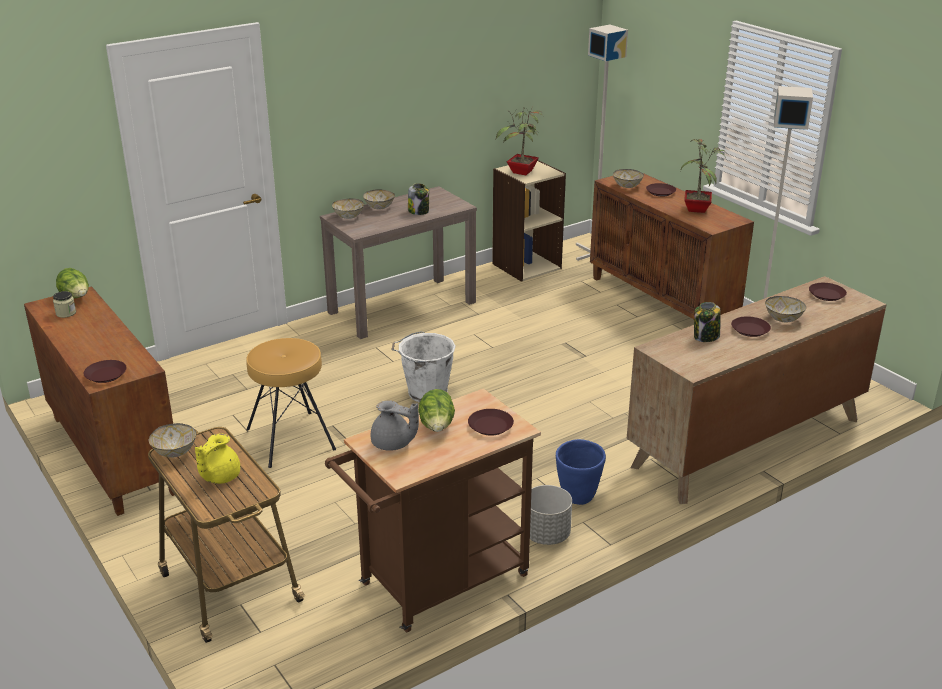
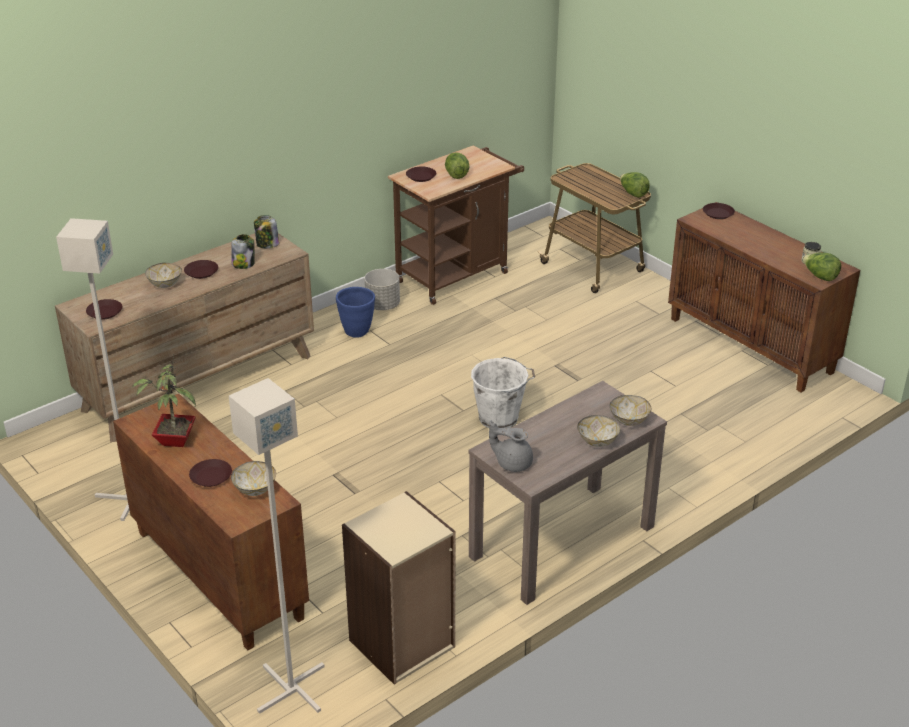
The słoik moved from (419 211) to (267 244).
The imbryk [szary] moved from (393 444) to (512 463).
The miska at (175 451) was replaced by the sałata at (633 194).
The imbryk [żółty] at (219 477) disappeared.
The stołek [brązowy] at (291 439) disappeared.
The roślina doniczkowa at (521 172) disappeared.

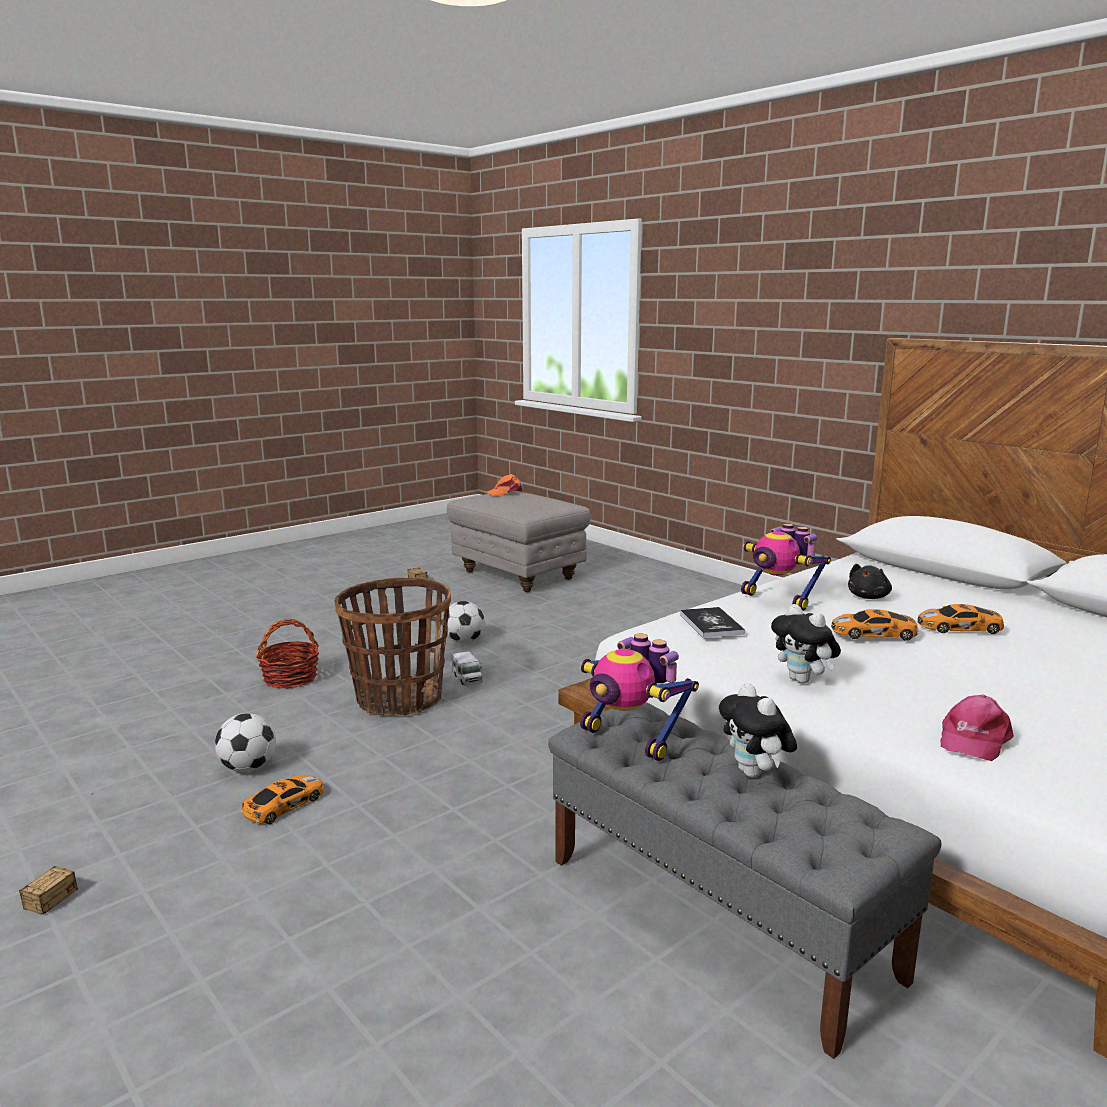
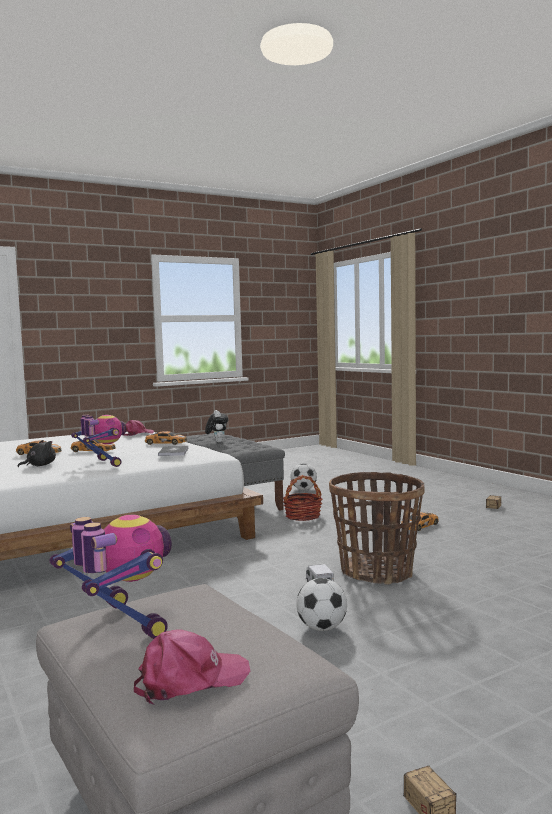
The robot zabawkowy moved from (631 739) to (120 624).
The czapka z daszkiem [pomarańczowy] at (505 492) became the czapka z daszkiem [różowy] at (190 680).
The pluszak at (803 680) was replaced by the samochodzik at (165 443).
The koszyk moved from (290 678) to (302 516).
The piłka futbolowa moved from (248 768) to (304 489).

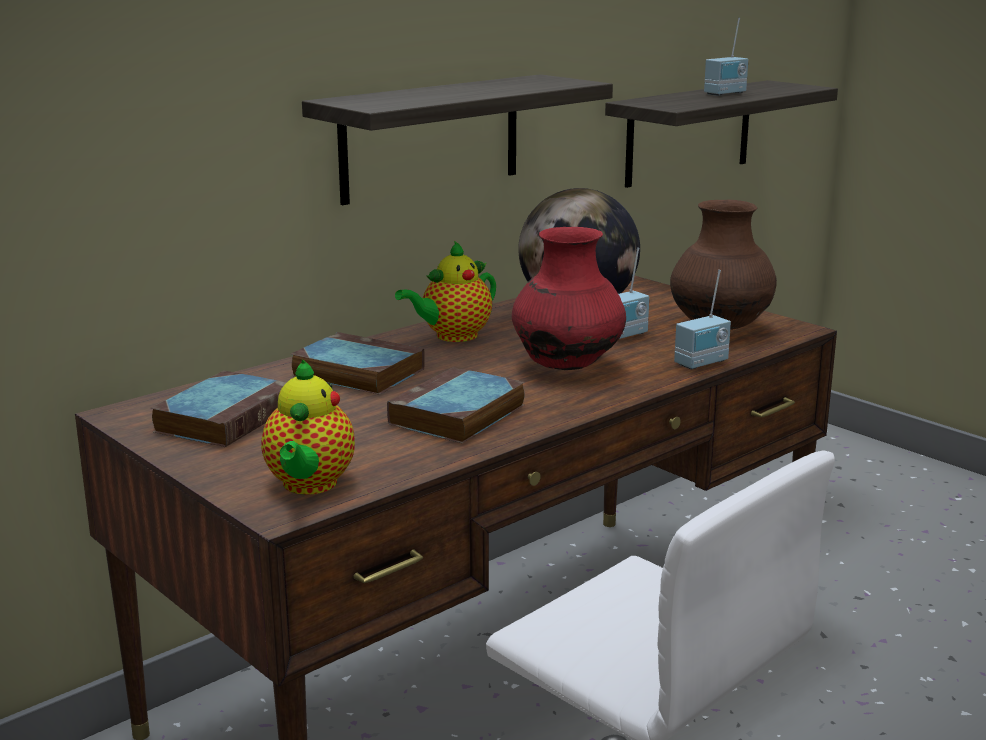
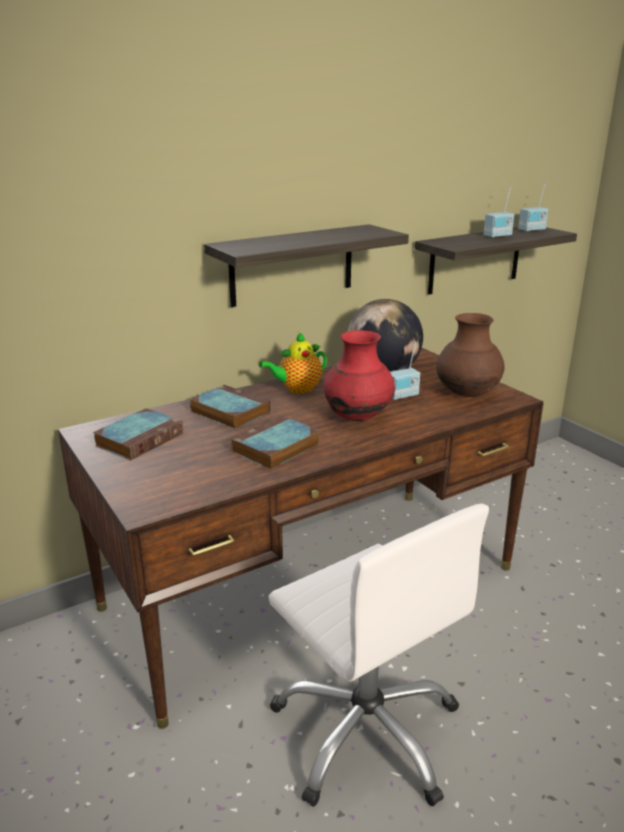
The radio moved from (702 363) to (532 230).
The imbryk at (309 485) disappeared.

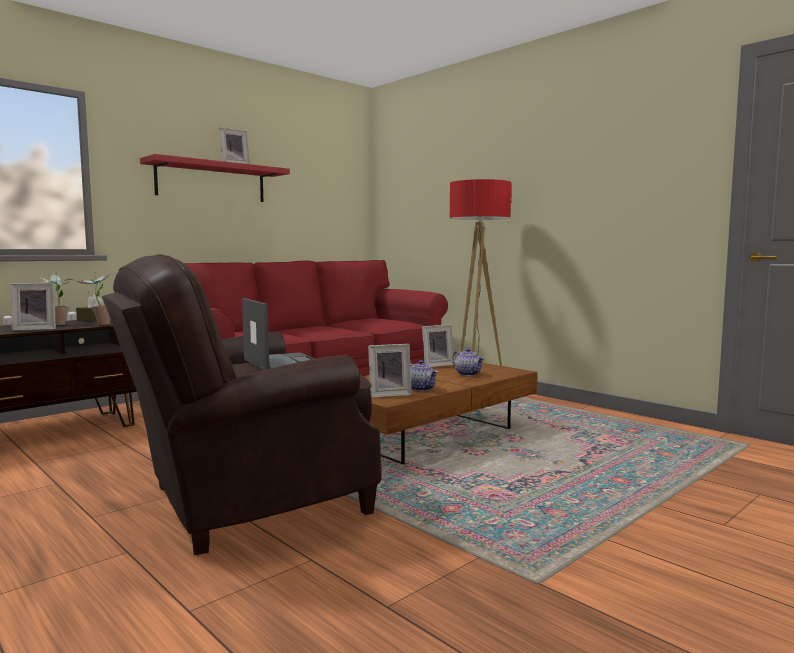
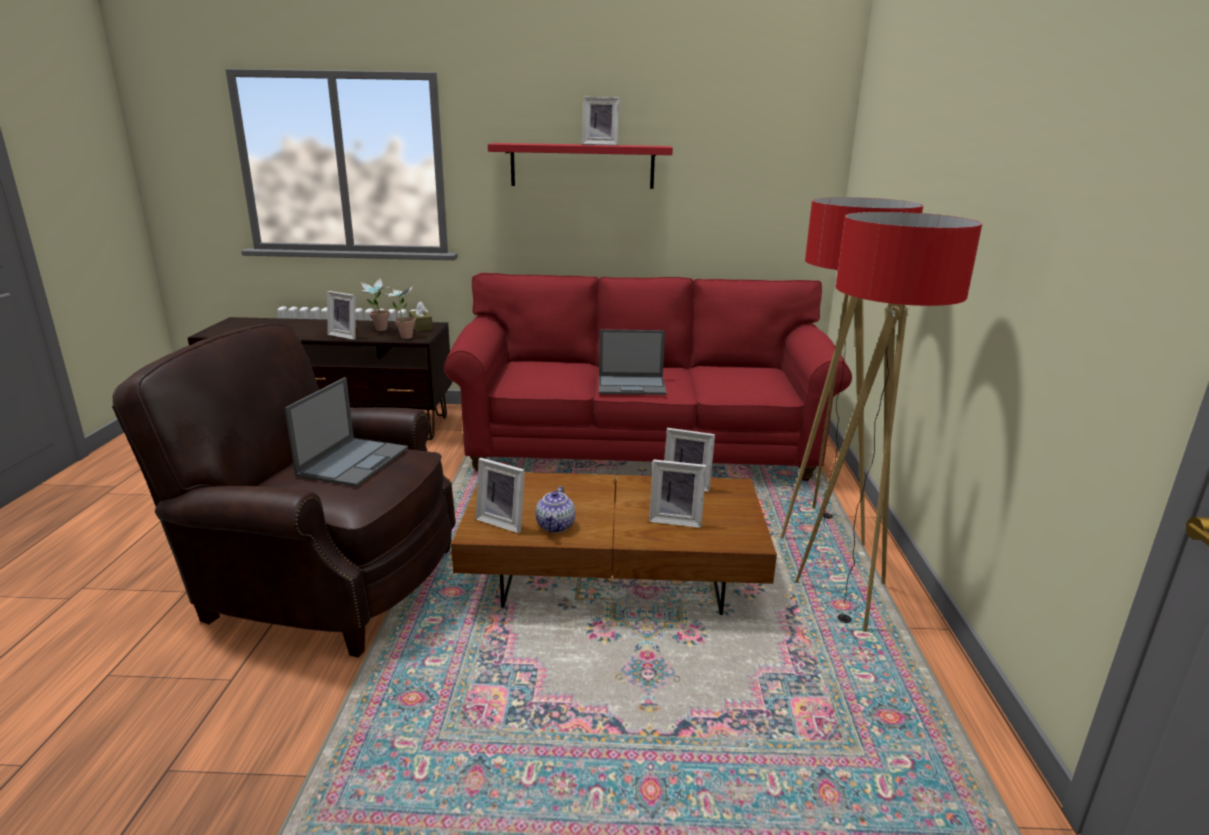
The laptop at (632 385) appeared.
The imbryk at (468 374) was replaced by the ramka na zdjęcie at (676 519).
The lampa stojąca at (847 599) appeared.

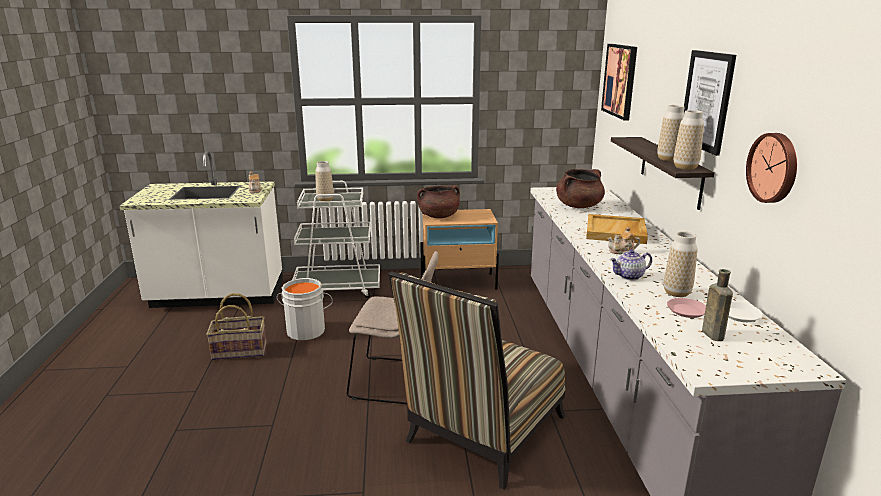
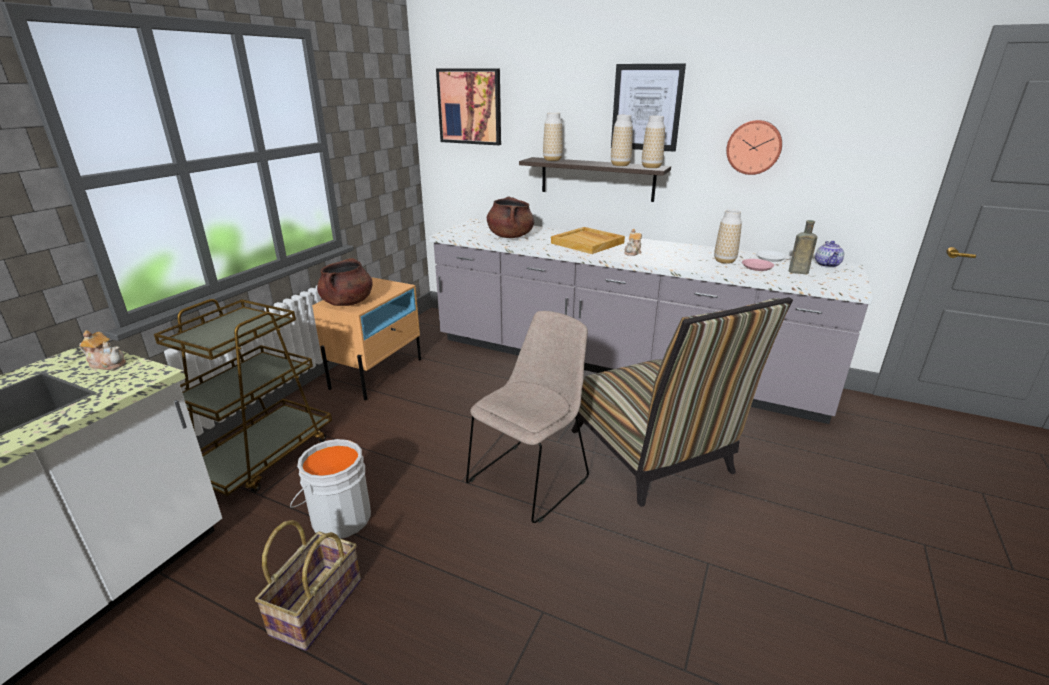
The wózek [biały] at (338 288) became the wózek [brązowy] at (263 457).
The wazon moved from (325 200) to (552 160).
The imbryk moved from (629 276) to (827 265).

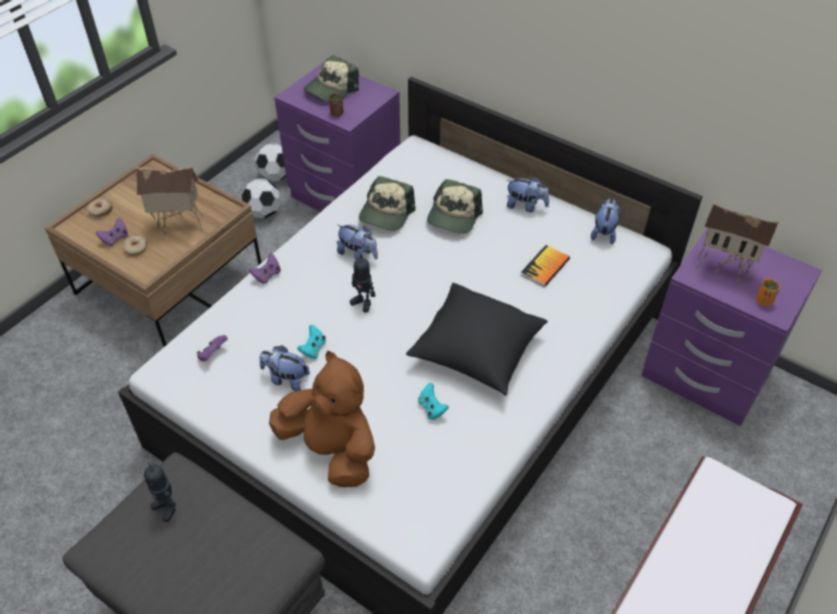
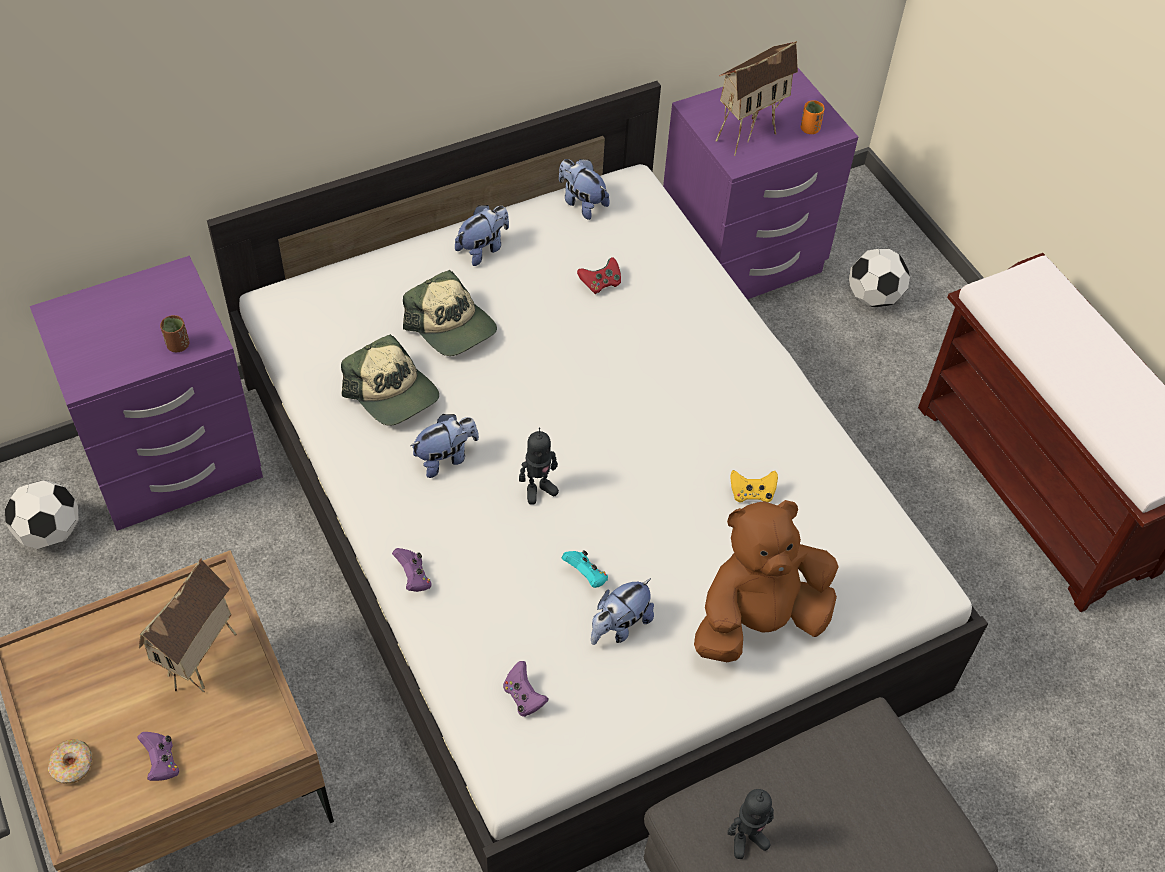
The książka at (545 267) was replaced by the pad do gier [czerwony] at (600 283).
The pad do gier [turkusowy] at (431 408) became the pad do gier [żółty] at (752 494).
The piłka futbolowa moved from (263 213) to (873 297).
The donut at (136 248) disappeared.
The czapka z daszkiem at (331 89) disappeared.
The poduszka [czarny] at (476 351) disappeared.

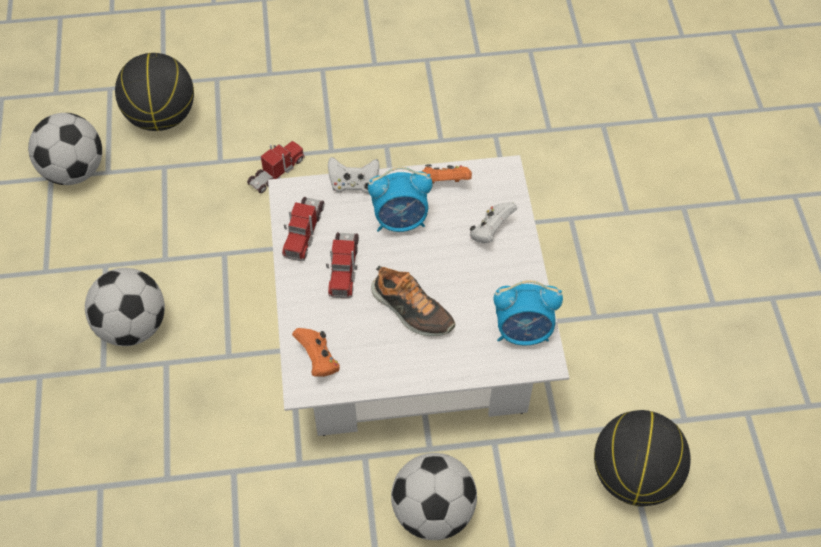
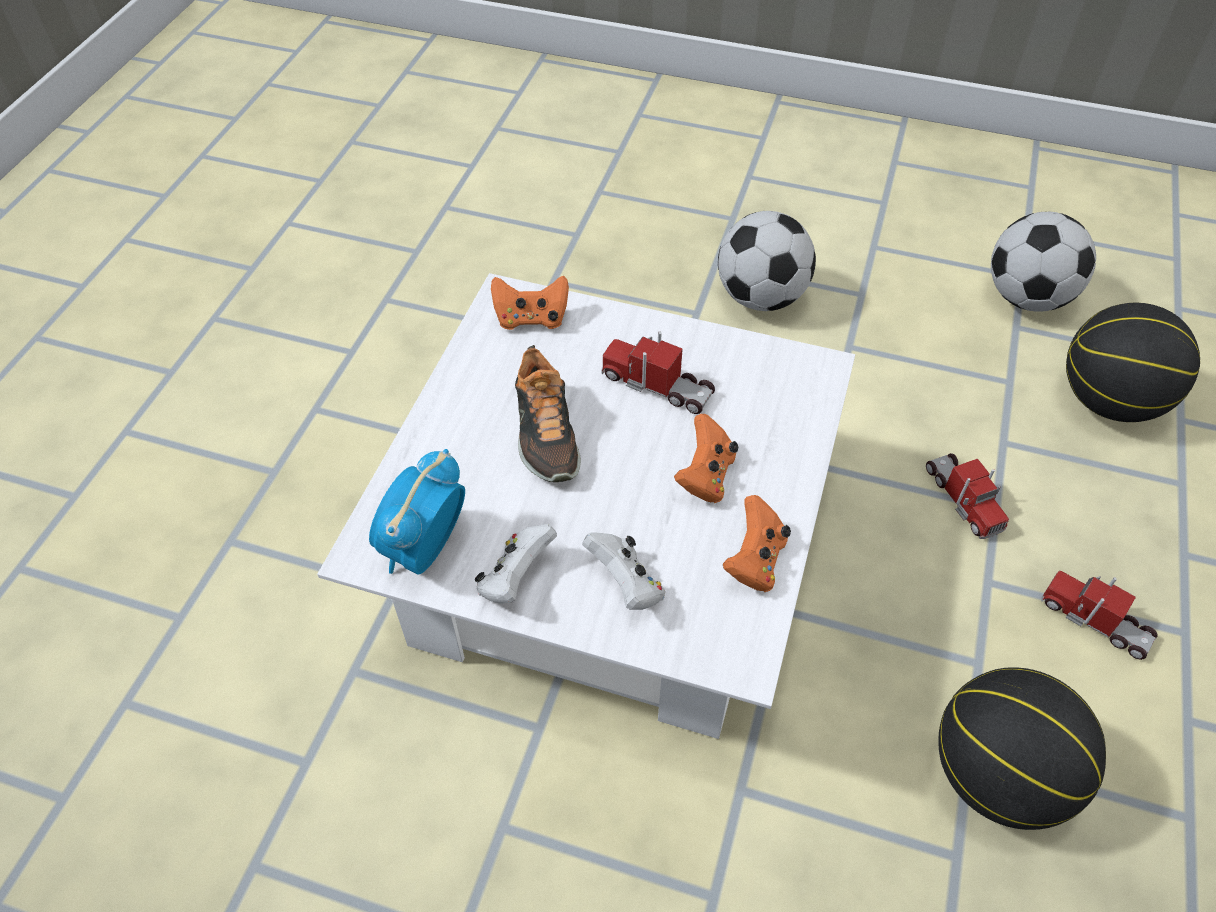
The pad do gier [biały] moved from (354 184) to (515 578).
The but at (411 310) turned 75 degrees counterclockwise.
The budzik at (401 221) was replaced by the pad do gier [pomarańczowy] at (705 476).
The piłka do koszykówki moved from (634 476) to (997 776).
The ciężarówka zabawkowa moved from (304 231) to (1095 621).
The piłka futbolowa at (432 512) disappeared.

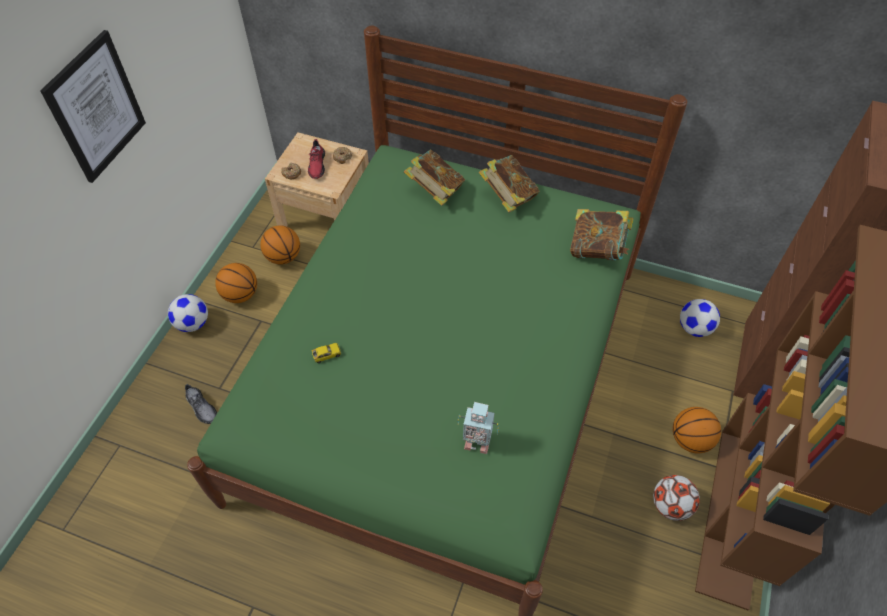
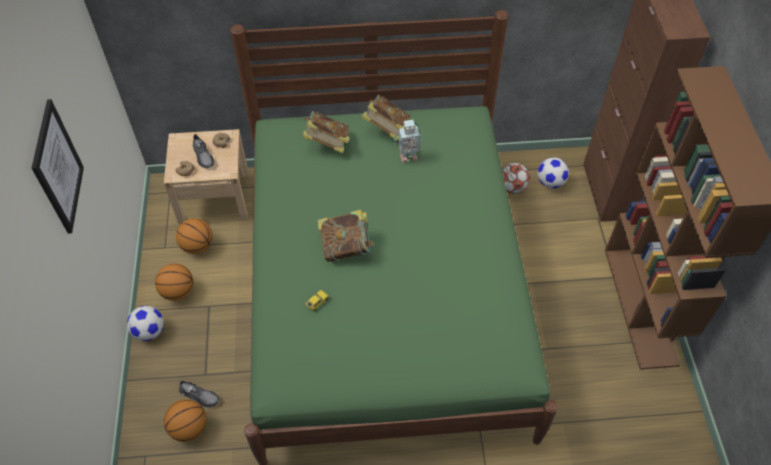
The piłka do koszykówki moved from (690 440) to (189 428).
The but [czerwony] at (317 165) became the but [szary] at (203 156).
The książka moved from (597 249) to (346 247).
The robot zabawkowy moved from (476 442) to (408 156).
The piłka futbolowa moved from (670 505) to (512 188).

